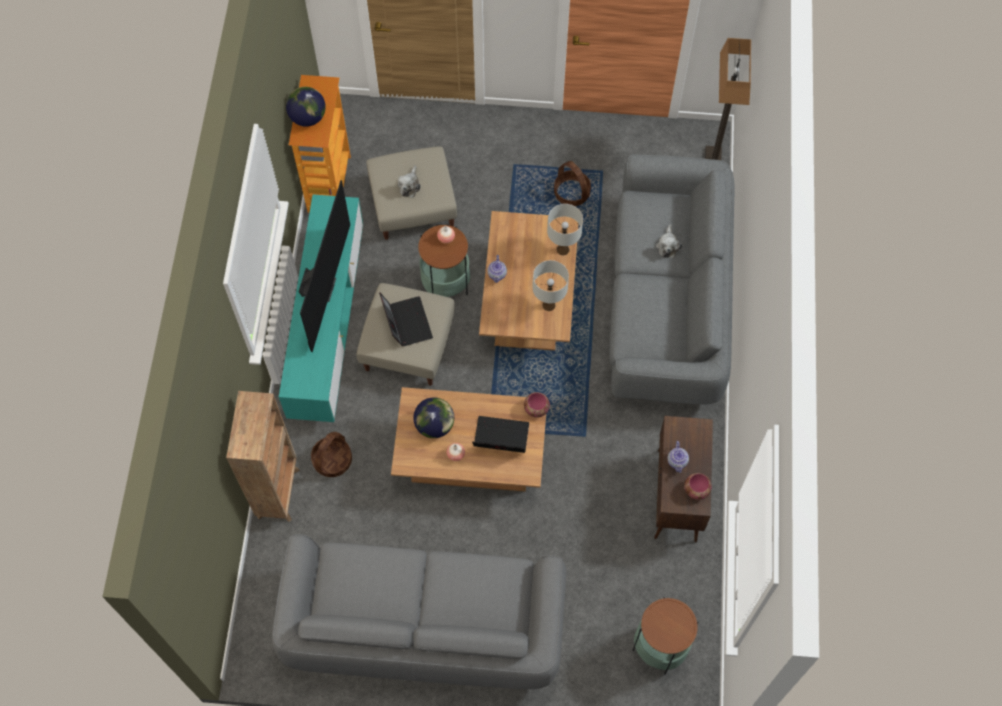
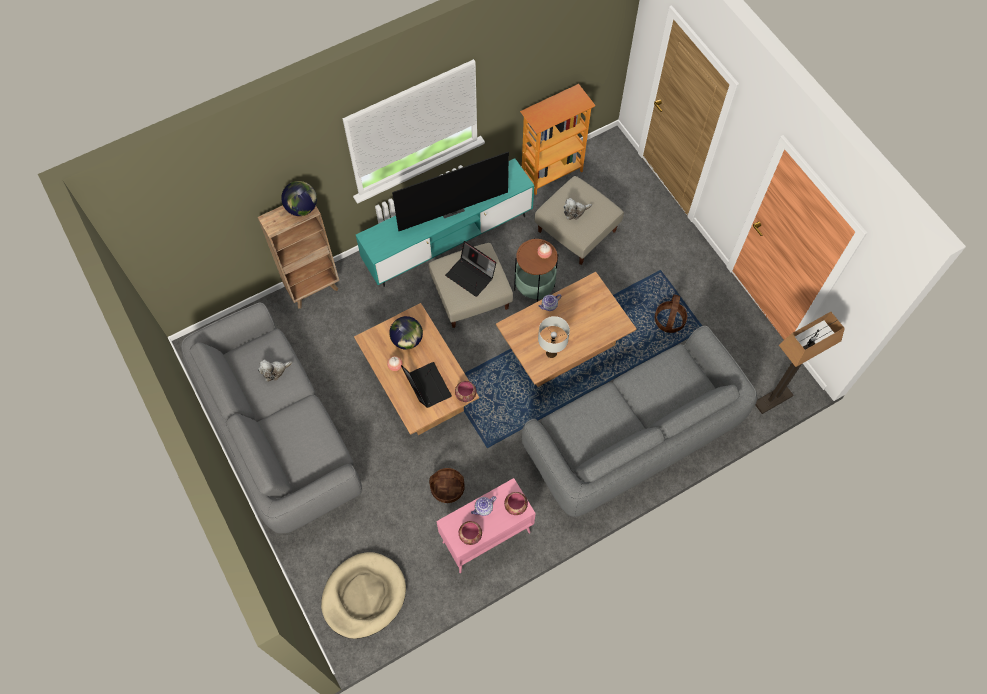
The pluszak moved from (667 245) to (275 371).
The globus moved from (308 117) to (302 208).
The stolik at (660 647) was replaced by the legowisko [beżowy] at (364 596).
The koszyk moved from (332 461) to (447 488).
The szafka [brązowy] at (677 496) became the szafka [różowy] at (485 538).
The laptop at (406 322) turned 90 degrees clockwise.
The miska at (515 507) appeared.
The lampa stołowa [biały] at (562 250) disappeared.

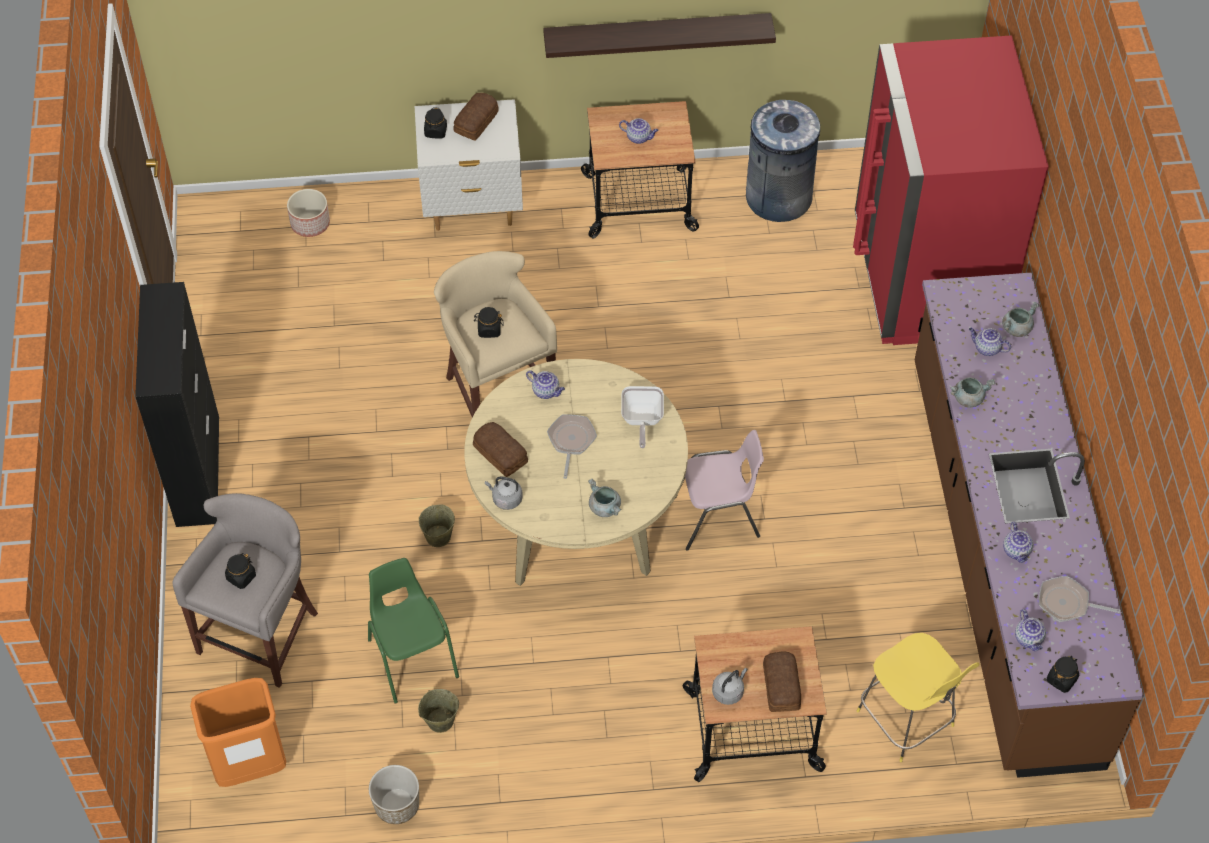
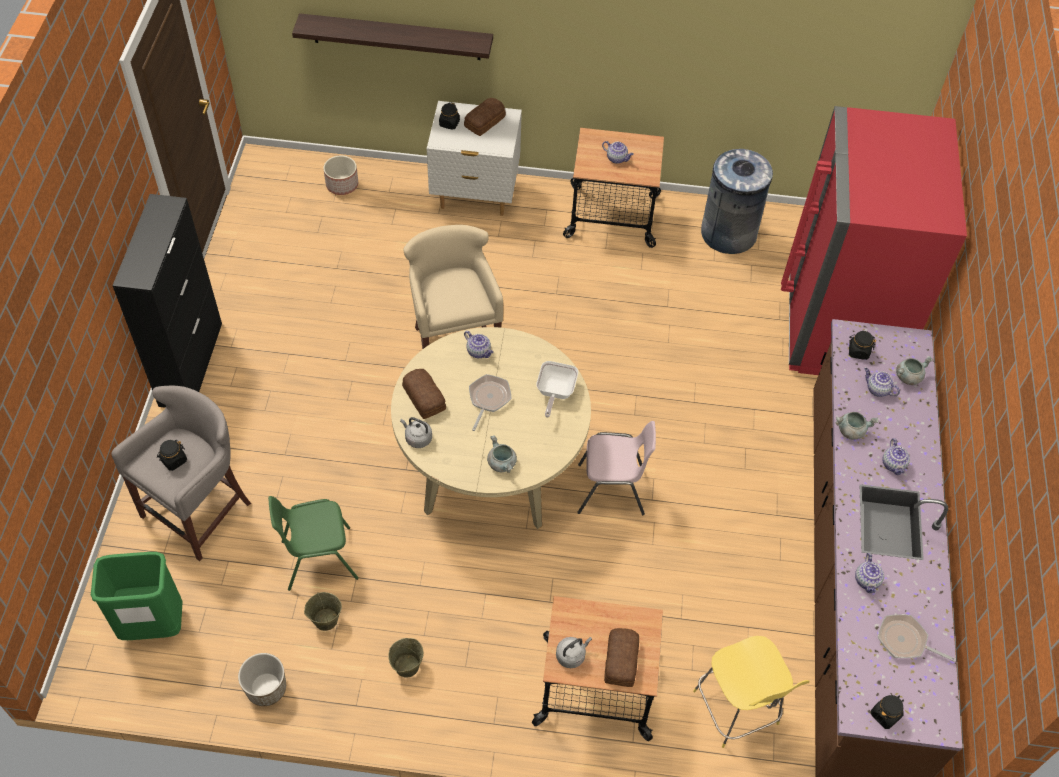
The kosz na śmieci [pomarańczowy] at (250 766) became the kosz na śmieci [zielony] at (153 625).
The krzesło [zielony] at (412 657) turned 90 degrees counterclockwise.
The półka moved from (657 34) to (396 37).
The wiadro [beżowy] moved from (438 537) to (406 666).
The słoik [czarny] moved from (489 330) to (858 351).
The imbryk moved from (1029 639) to (893 465).

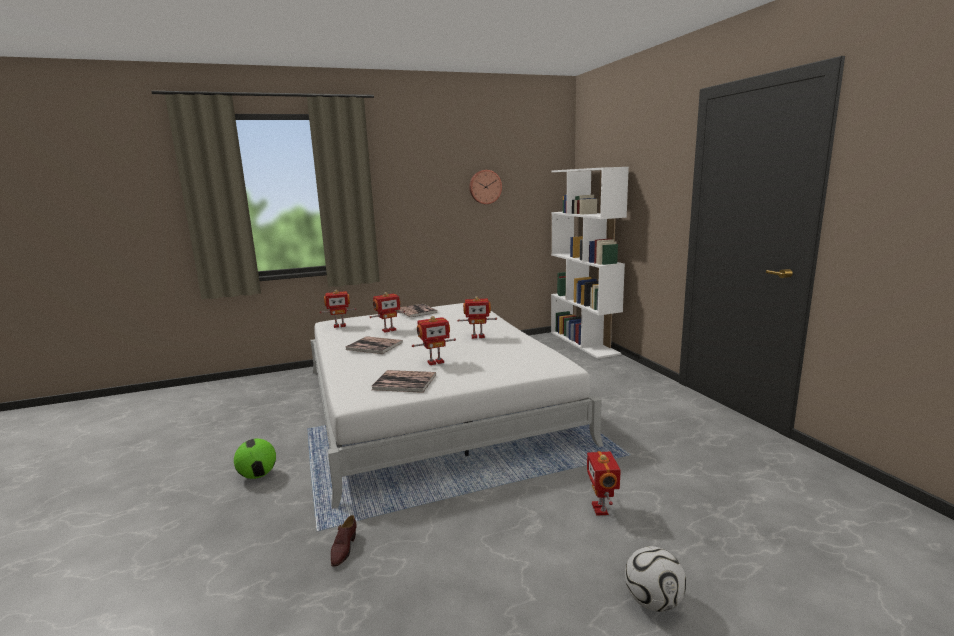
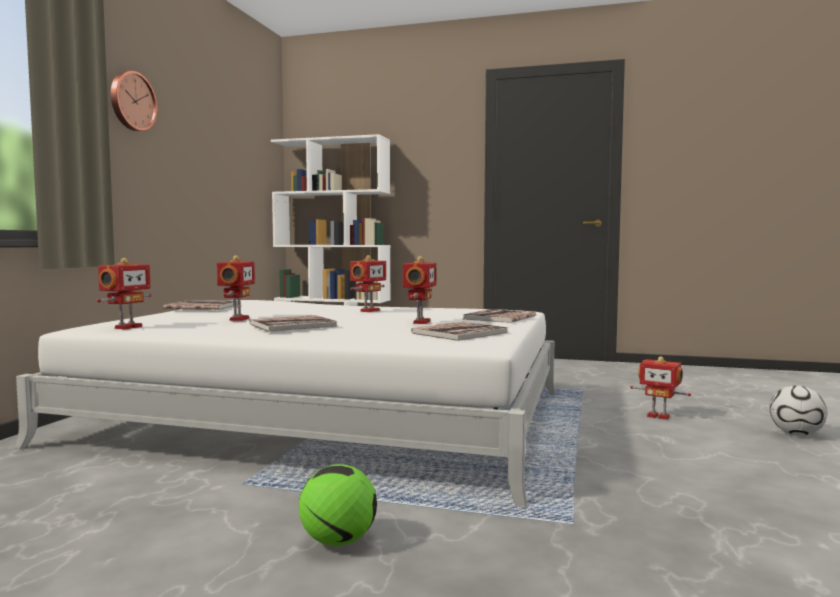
The zegar ścienny moved from (485 187) to (131 101).
The książka at (499 317) appeared.
The but [brązowy] at (343 549) disappeared.

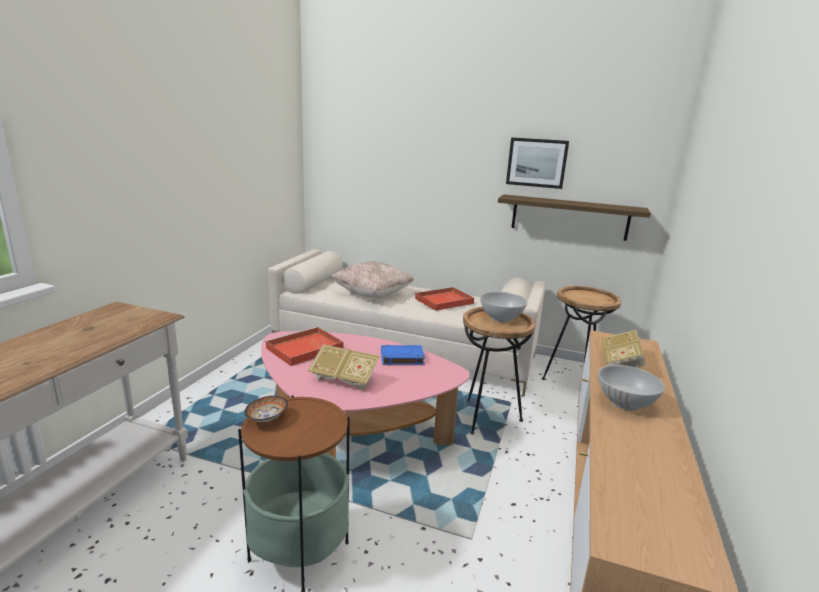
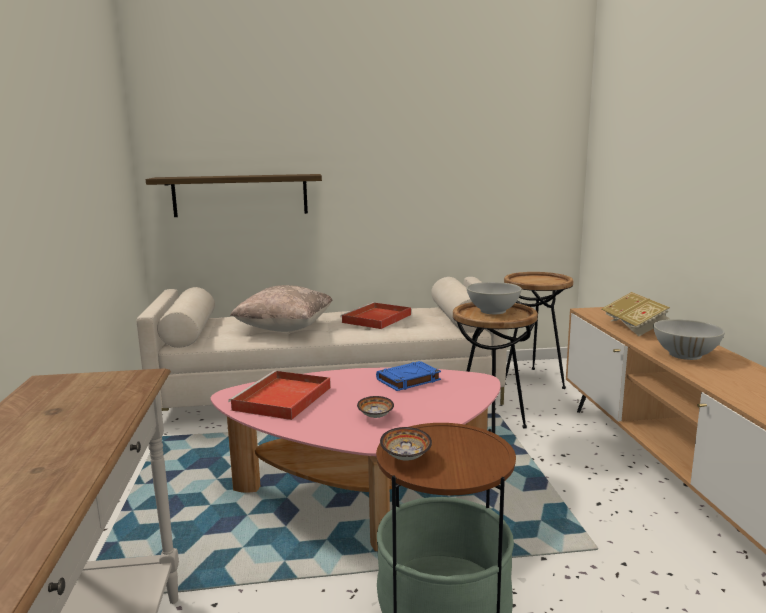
The półka moved from (569 217) to (240 195).
The książka at (344 379) was replaced by the miska at (376 416).
The obraz at (536 162) disappeared.

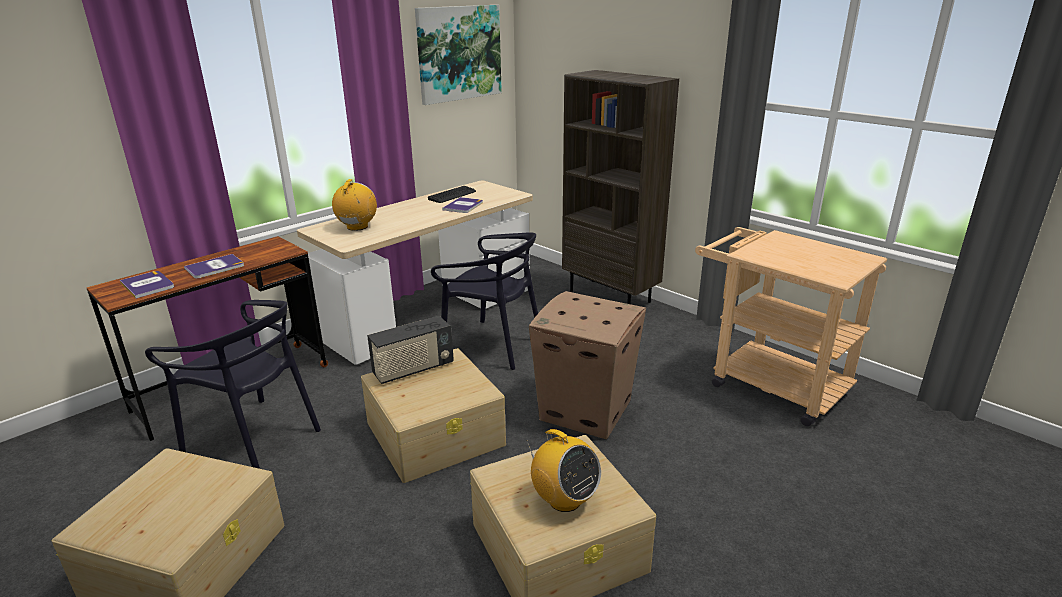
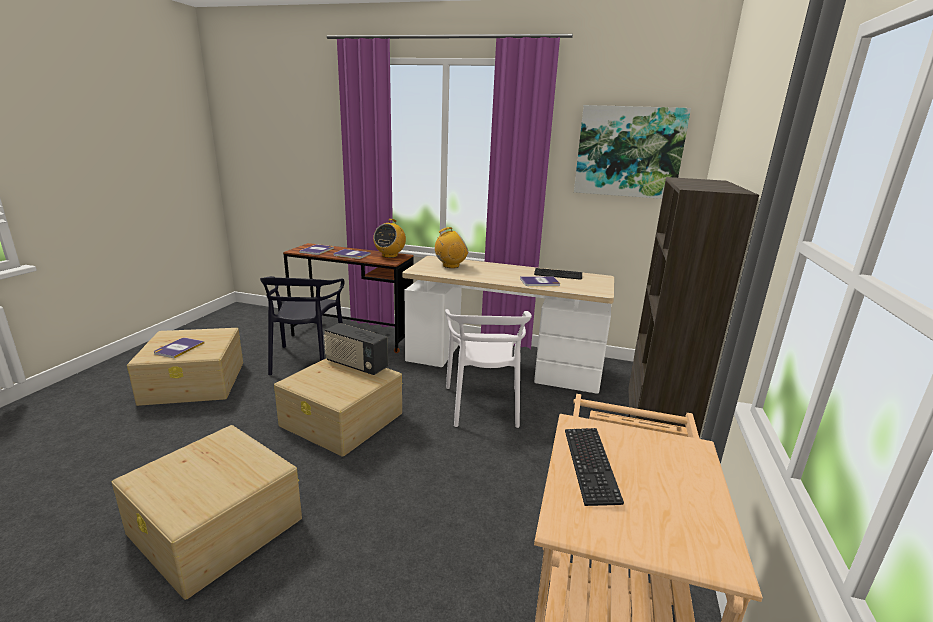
The książka at (179 348) appeared.
The radio moved from (564 500) to (390 255).
The krzesło [czarny] at (492 345) became the krzesło [biały] at (484 405).
The klawiatura at (590 465) appeared.
The karton at (587 410) disappeared.

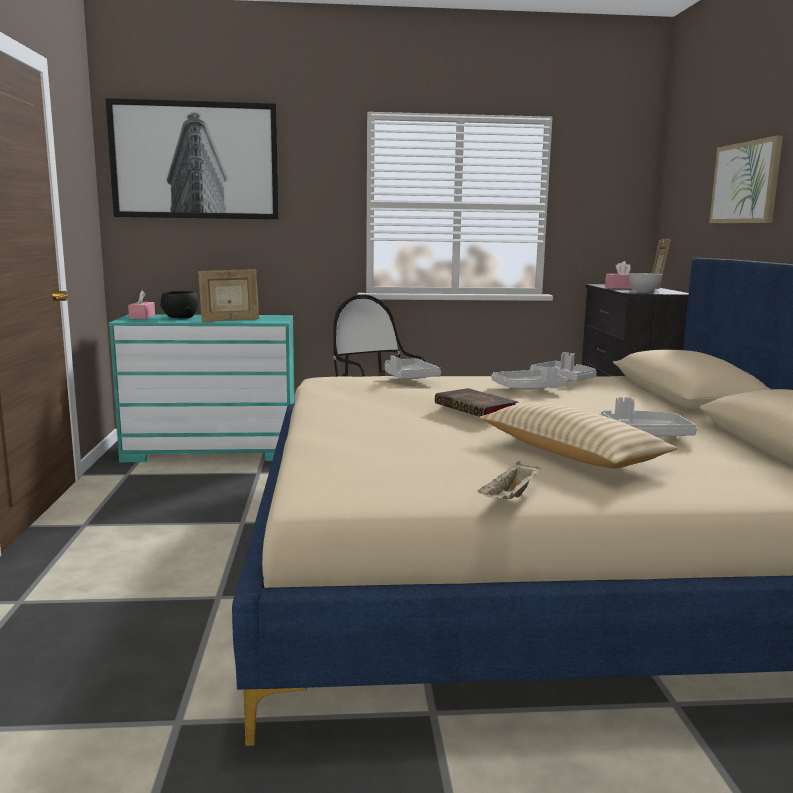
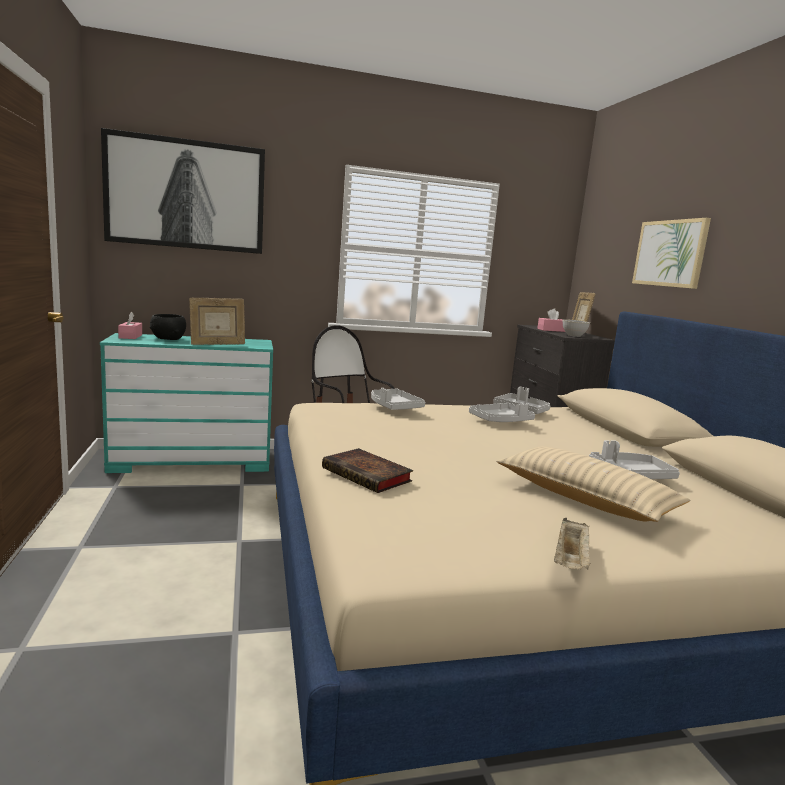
The książka moved from (477 408) to (369 476).

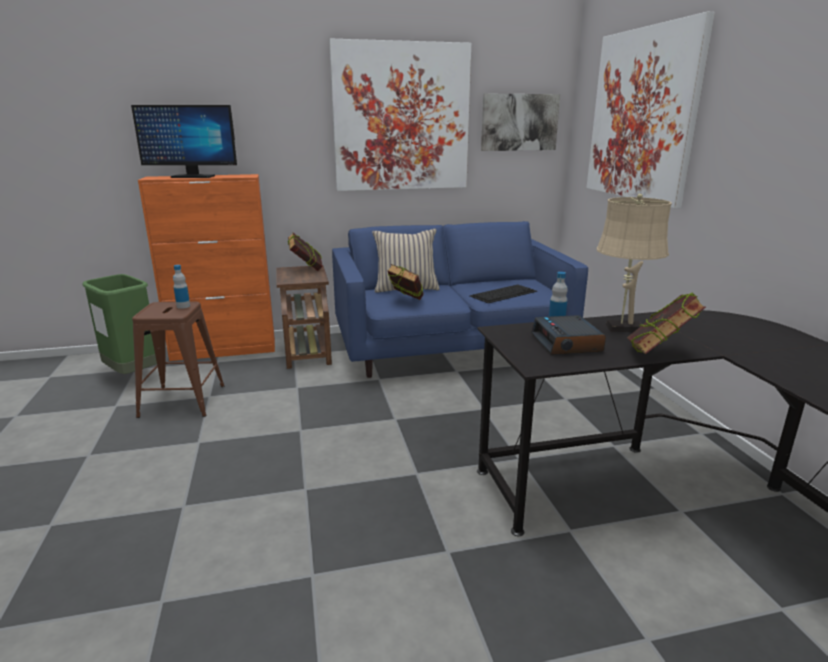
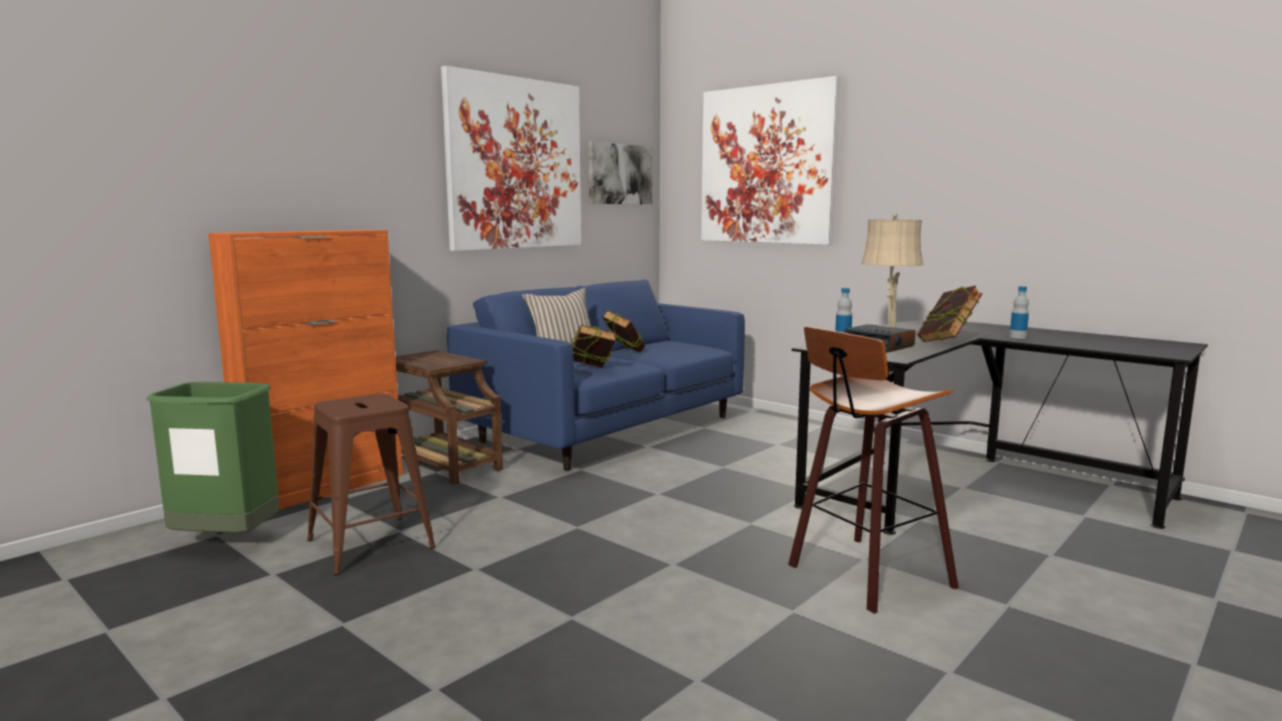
The książka moved from (306 269) to (623 353).
The stołek at (864 575) appeared.
The butelka moved from (183 306) to (1017 337).
The monitor at (193 176) disappeared.
The klawiatura at (504 293) disappeared.

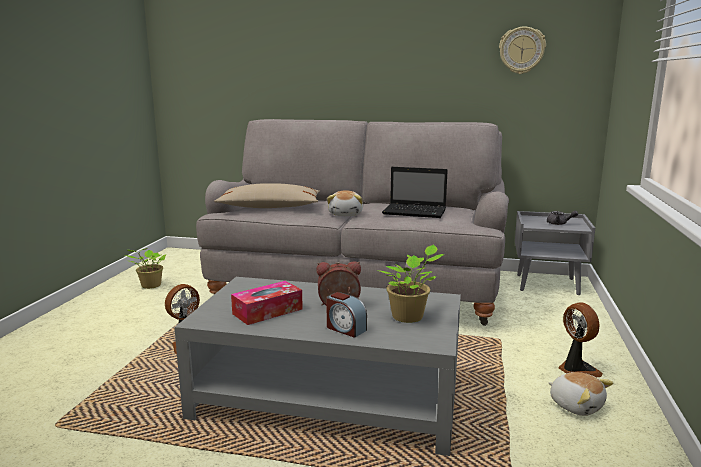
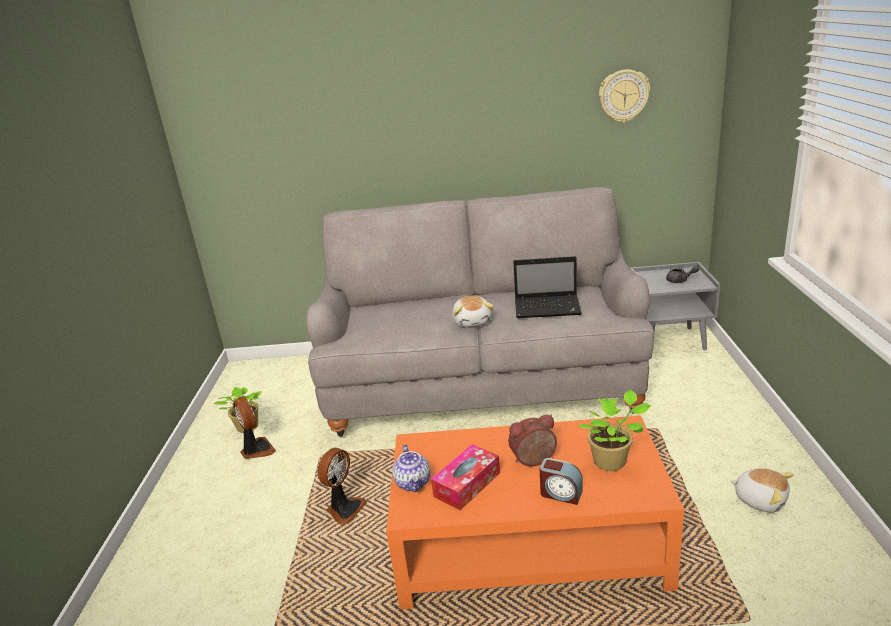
The wentylator moved from (576 369) to (256 450).
The ława [szary] at (328 397) became the ława [pomarańczowy] at (529 544).
The imbryk at (413 483) appeared.
The poduszka [beżowy] at (270 207) disappeared.

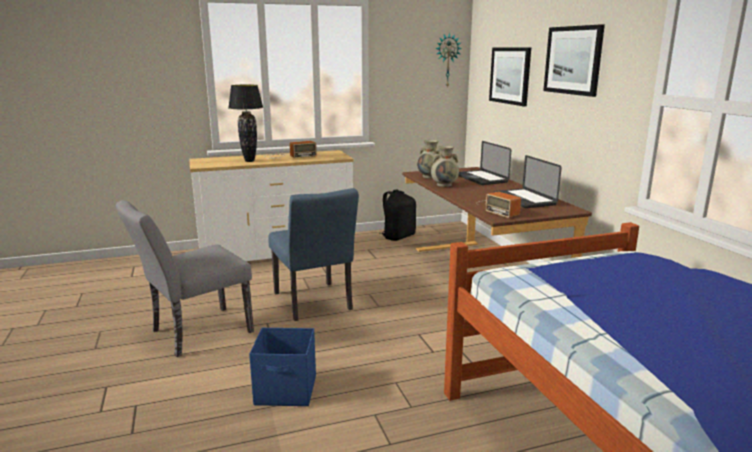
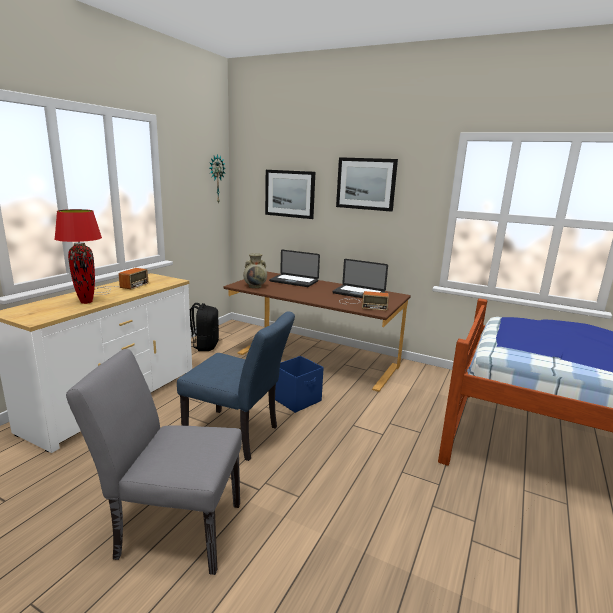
The lampa stołowa [czarny] at (249 161) became the lampa stołowa [czerwony] at (86 302).
The krzesło [szary] at (194 333) turned 90 degrees clockwise.
The pojemnik do przechowywania [niebieski] moved from (287 391) to (298 400).
The wazon [beżowy] at (444 185) disappeared.

